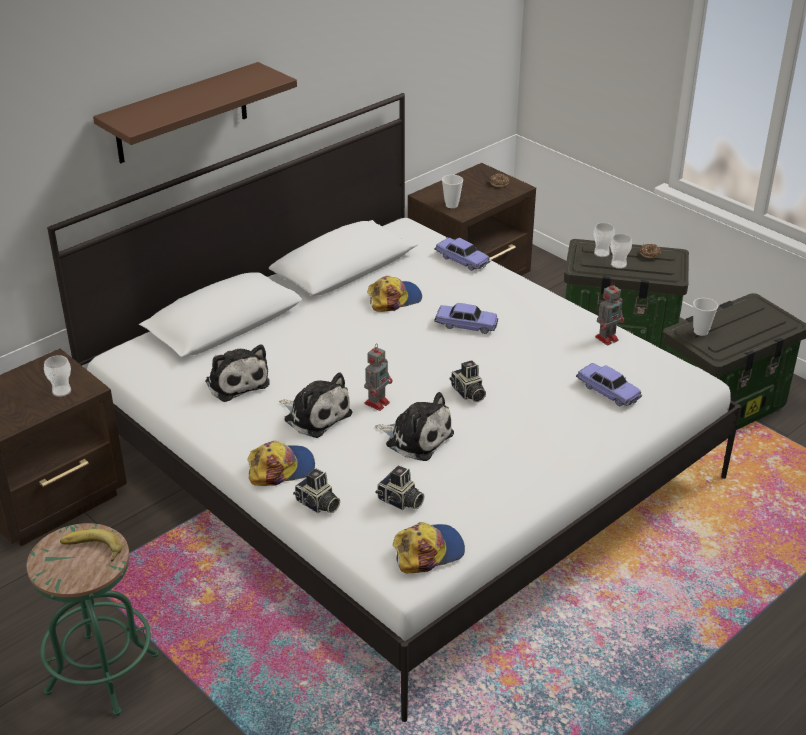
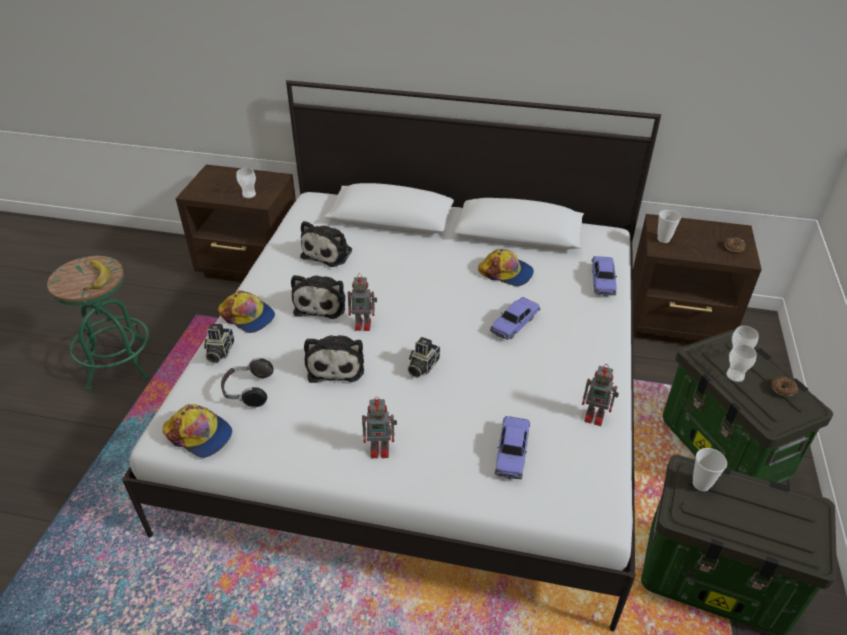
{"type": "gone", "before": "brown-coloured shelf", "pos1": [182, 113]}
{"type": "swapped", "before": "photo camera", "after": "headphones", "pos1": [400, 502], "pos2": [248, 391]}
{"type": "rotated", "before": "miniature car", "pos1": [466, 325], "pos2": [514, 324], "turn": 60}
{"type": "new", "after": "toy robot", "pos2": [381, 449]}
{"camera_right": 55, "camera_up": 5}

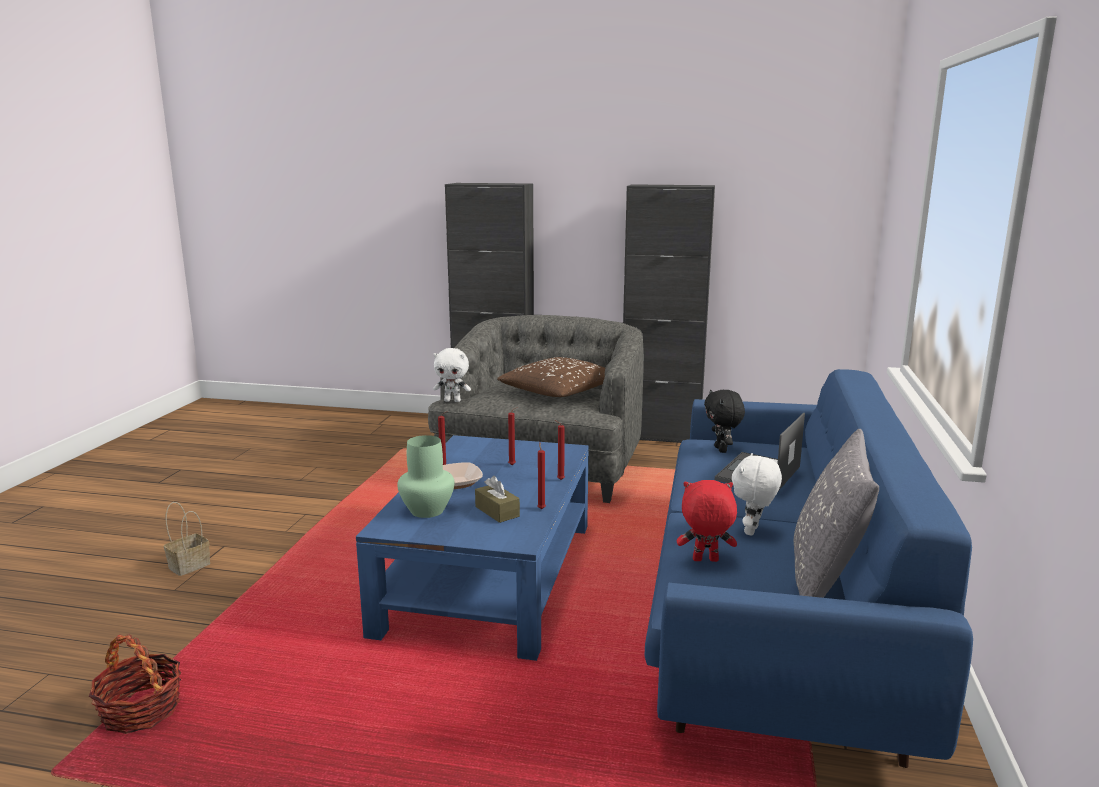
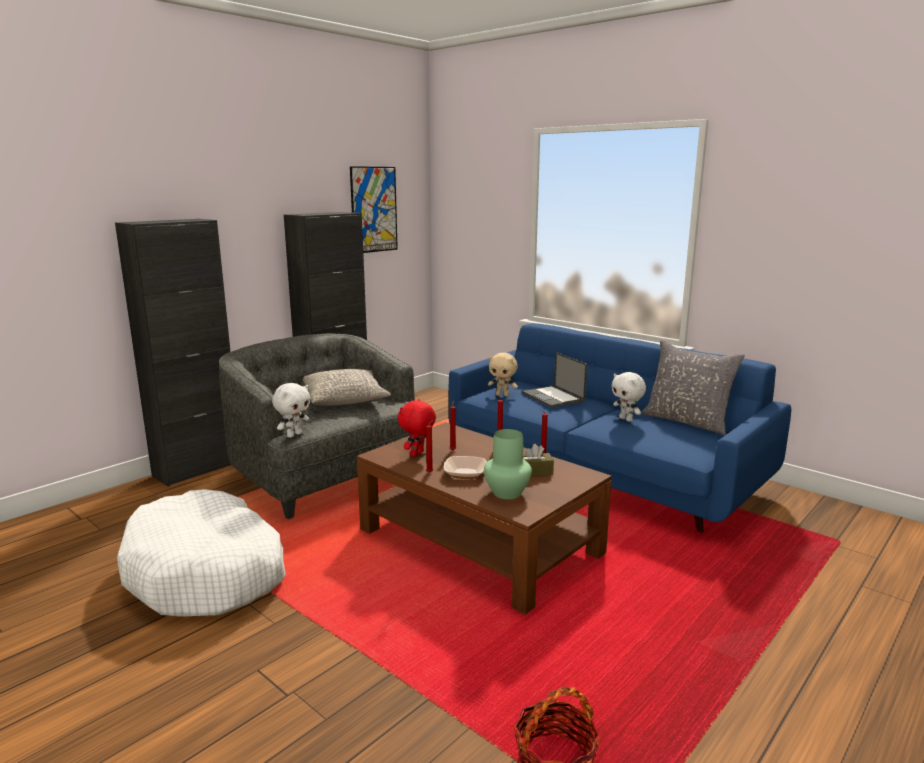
{"type": "gone", "before": "household basket", "pos1": [190, 565]}
{"type": "repainted", "before": "bluish lounge table", "after": "brown-coloured lounge table", "pos1": [489, 577], "pos2": [479, 542]}
{"type": "repainted", "before": "brown-coloured cushion", "after": "grey cushion", "pos1": [560, 392], "pos2": [345, 399]}
{"type": "shifted", "before": "red plush toy", "pos1": [705, 561], "pos2": [417, 454]}
{"type": "repainted", "before": "black-coloured plush toy", "after": "sand-coloured plush toy", "pos1": [722, 450], "pos2": [502, 395]}
{"type": "new", "after": "white-coloured dog cushion", "pos2": [207, 572]}
{"type": "new", "after": "wall picture", "pos2": [374, 209]}
{"camera_right": -60, "camera_up": 0}

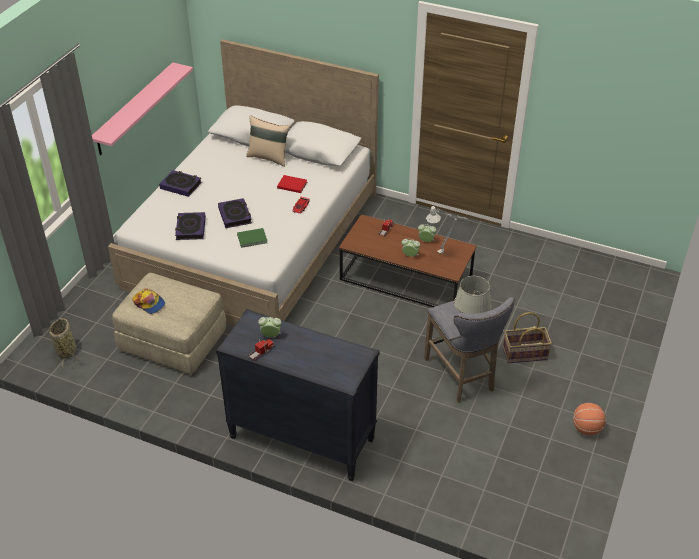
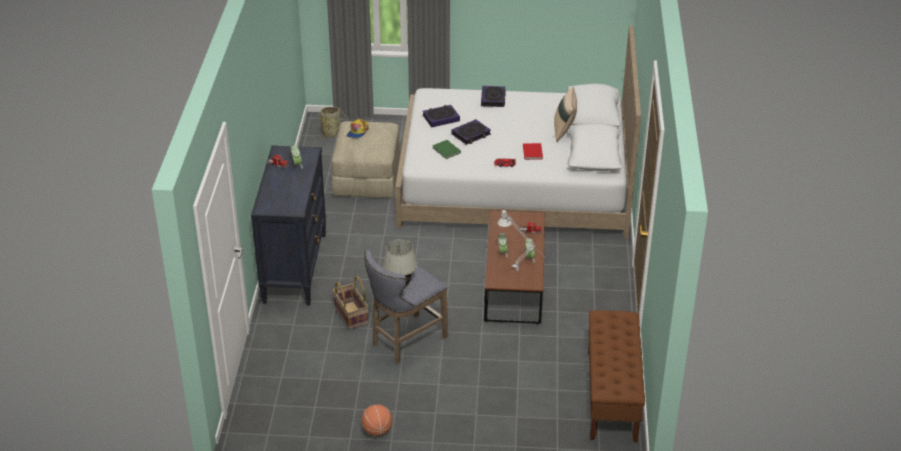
{"type": "gone", "before": "pink-coloured shelf", "pos1": [134, 109]}
{"type": "shifted", "before": "household basket", "pos1": [524, 354], "pos2": [350, 315]}
{"type": "new", "after": "brown-coloured bench", "pos2": [612, 395]}
{"camera_right": 70, "camera_up": -5}

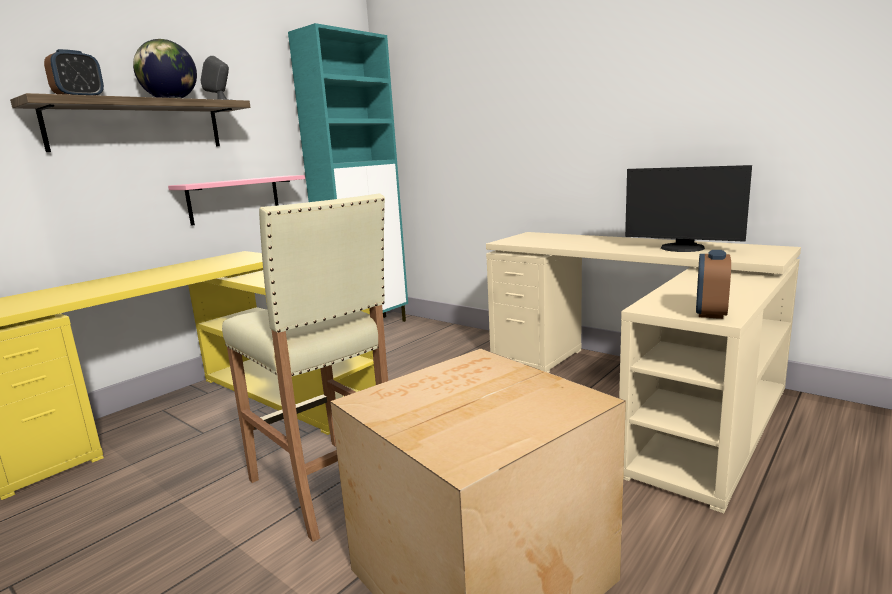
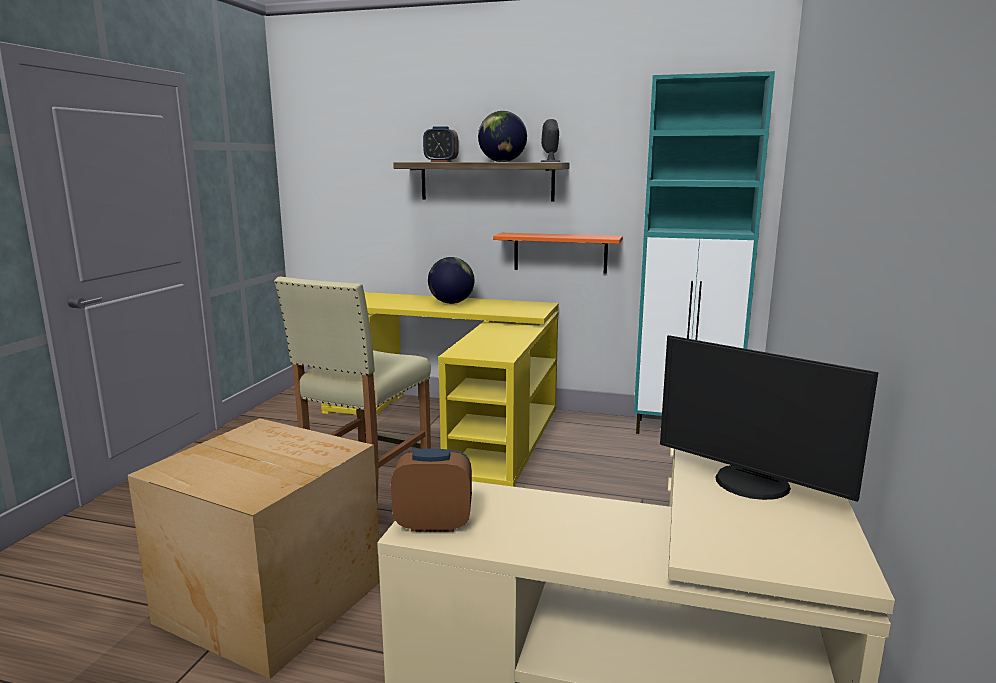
{"type": "repainted", "before": "pink-coloured shelf", "after": "orangey shelf", "pos1": [234, 199], "pos2": [560, 252]}
{"type": "rotated", "before": "computer screen", "pos1": [682, 248], "pos2": [750, 484], "turn": -60}
{"type": "new", "after": "world globe", "pos2": [451, 303]}
{"camera_right": 65, "camera_up": 0}

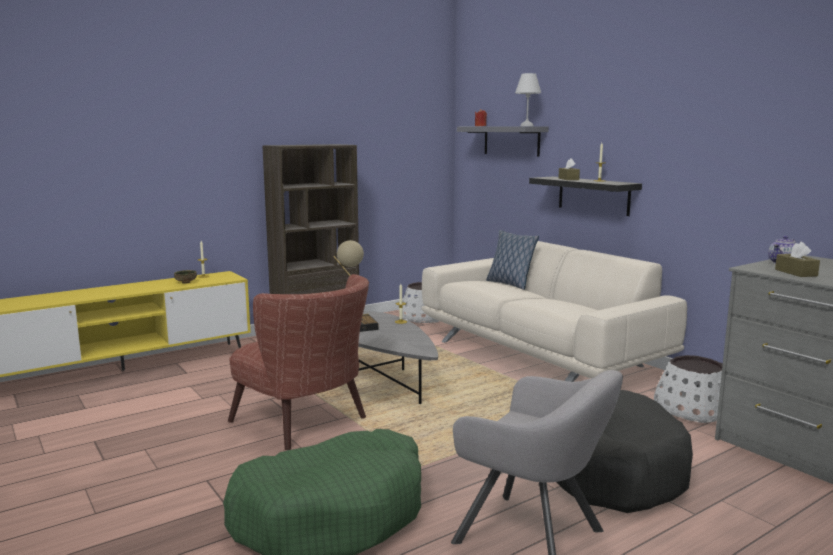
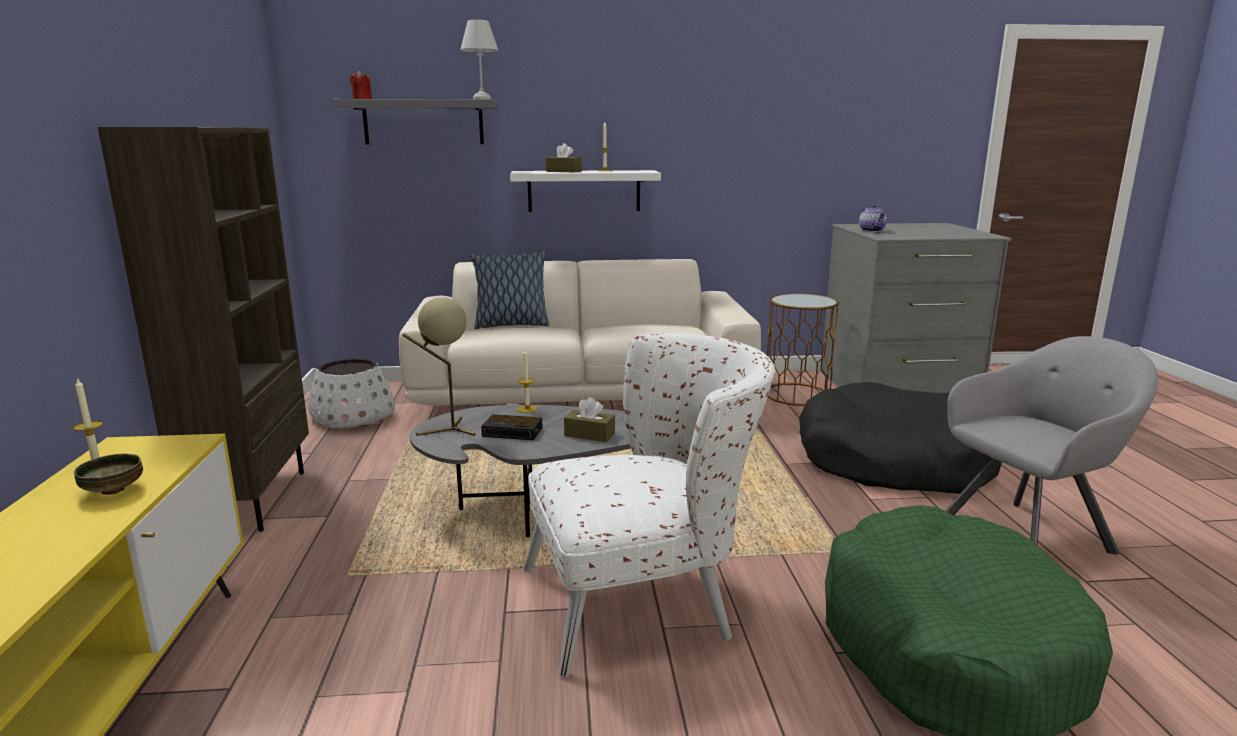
{"type": "repainted", "before": "brown-coloured armchair", "after": "white-coloured armchair", "pos1": [307, 424], "pos2": [646, 600]}
{"type": "repainted", "before": "black-coloured shelf", "after": "white-coloured shelf", "pos1": [593, 195], "pos2": [584, 191]}
{"type": "swapped", "before": "white-coloured planter", "after": "brown-coloured end table", "pos1": [692, 410], "pos2": [797, 394]}
{"type": "shifted", "before": "brown-coloured box of tissues", "pos1": [796, 272], "pos2": [589, 434]}
{"camera_right": -60, "camera_up": 5}

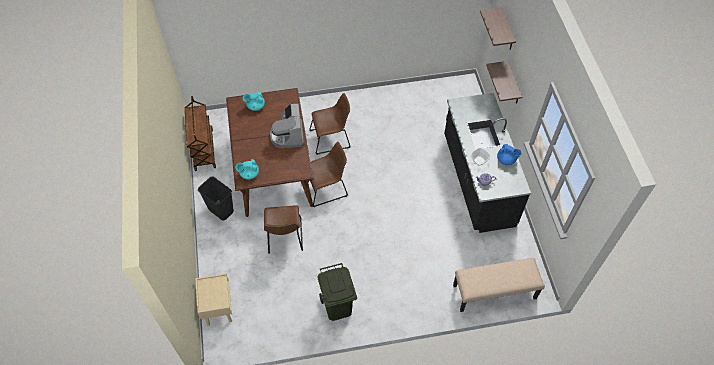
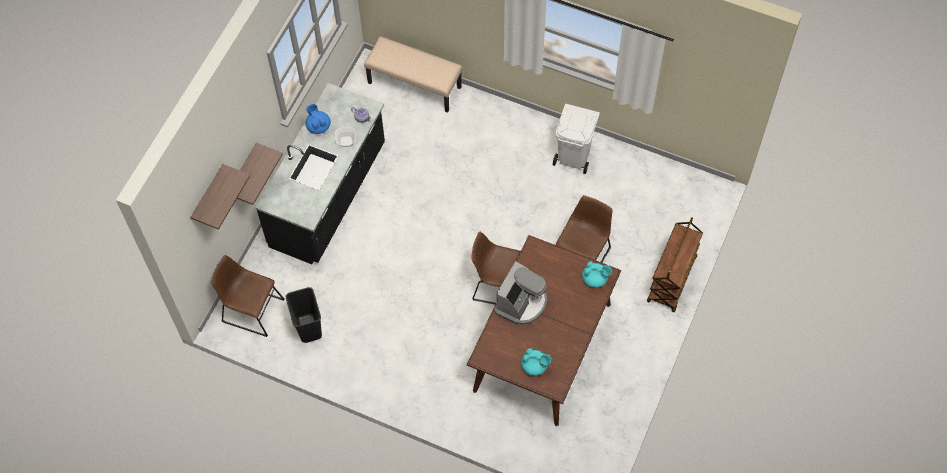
{"type": "shifted", "before": "brown-coloured trolley", "pos1": [203, 149], "pos2": [672, 280]}
{"type": "gone", "before": "sand-coloured bedside table", "pos1": [218, 307]}
{"type": "shifted", "before": "black-coloured trash can", "pos1": [220, 210], "pos2": [309, 328]}
{"type": "shifted", "before": "brown-coloured chair", "pos1": [331, 138], "pos2": [250, 309]}
{"type": "repainted", "before": "green trash can", "after": "white-coloured trash can", "pos1": [337, 307], "pos2": [574, 156]}
{"camera_right": -145, "camera_up": 5}

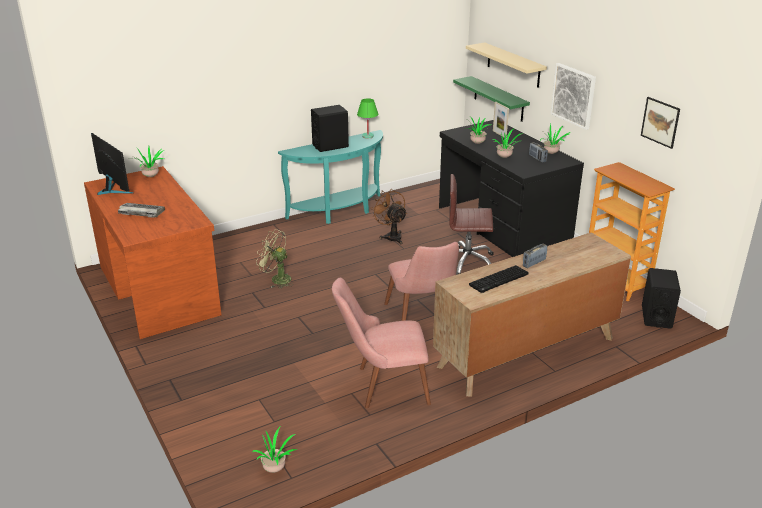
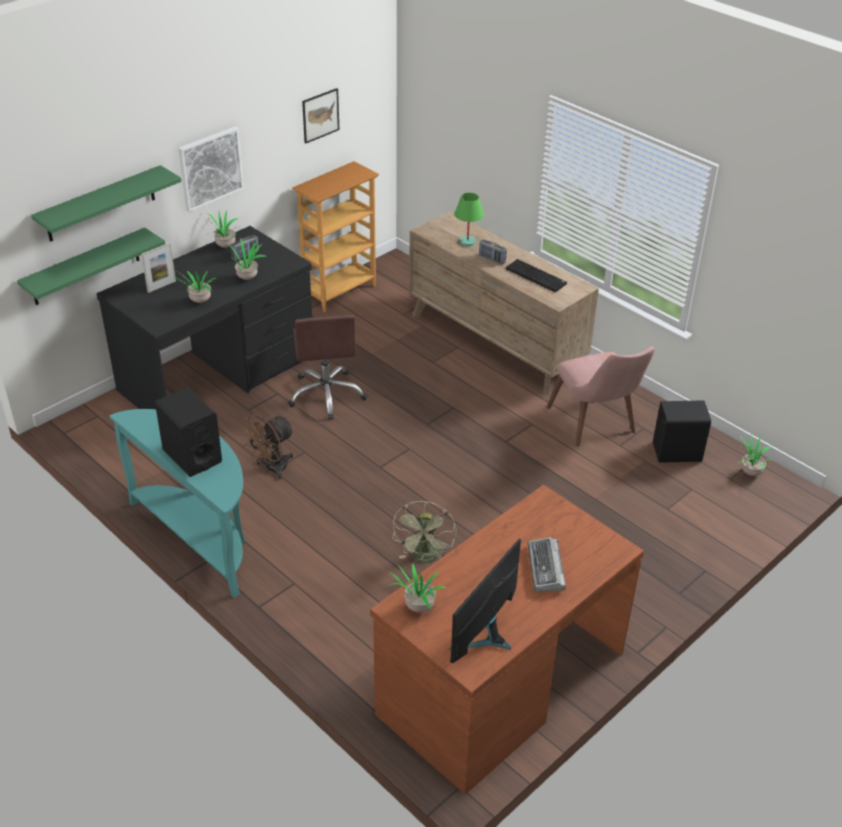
{"type": "shifted", "before": "green lamp for a table", "pos1": [367, 136], "pos2": [468, 242]}
{"type": "gone", "before": "pink-coloured chair", "pos1": [423, 319]}
{"type": "repainted", "before": "sand-coloured shelf", "after": "green shelf", "pos1": [513, 65], "pos2": [100, 204]}
{"type": "shifted", "before": "black-coloured speaker", "pos1": [656, 316], "pos2": [676, 452]}
{"camera_right": -105, "camera_up": 10}

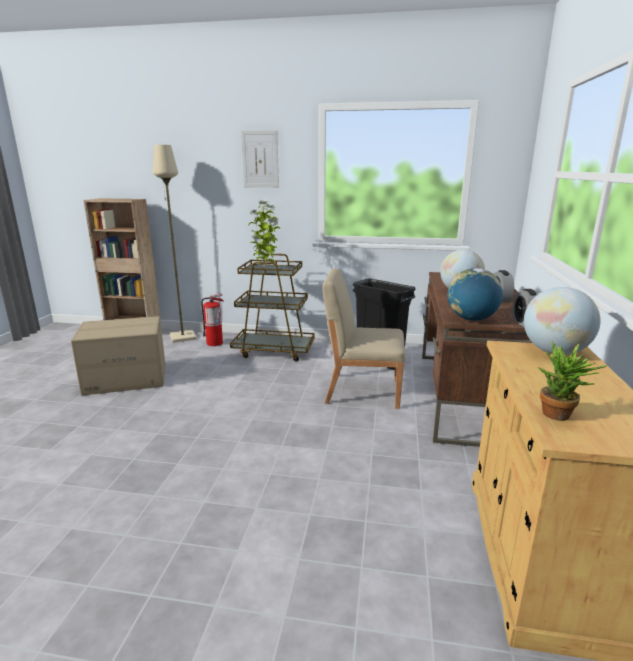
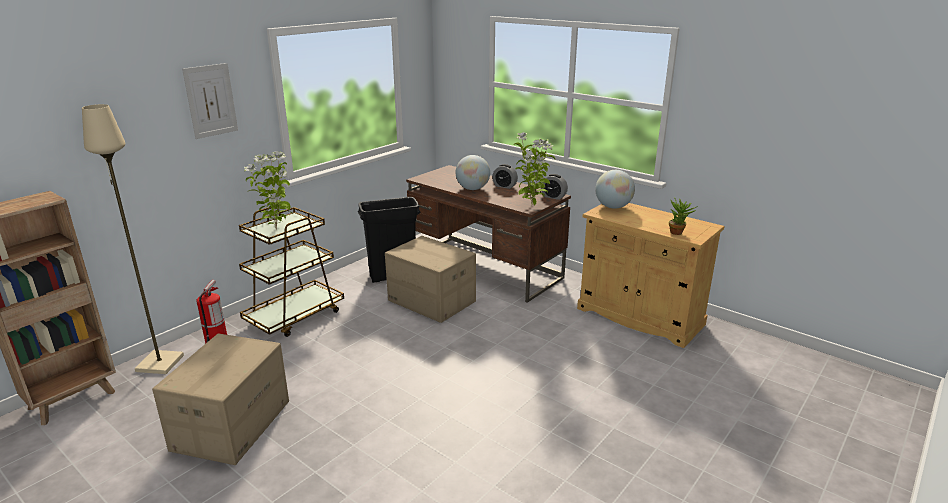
{"type": "swapped", "before": "sand-coloured chair", "after": "carton", "pos1": [362, 390], "pos2": [431, 301]}
{"type": "swapped", "before": "world globe", "after": "houseplant", "pos1": [471, 319], "pos2": [532, 206]}
{"camera_right": -60, "camera_up": 5}

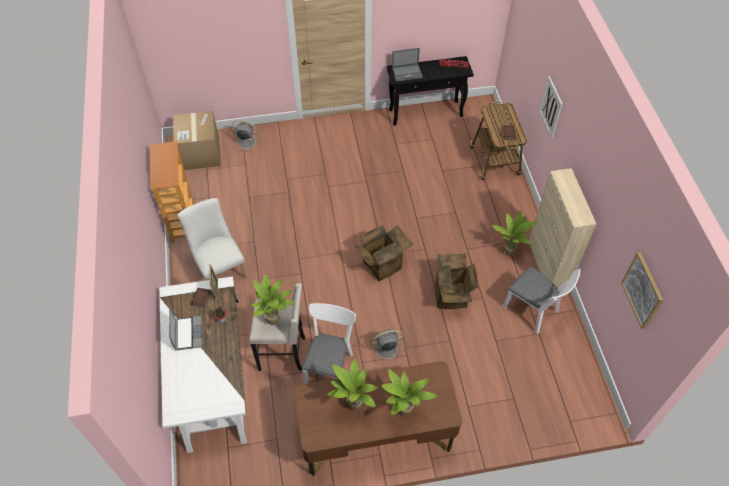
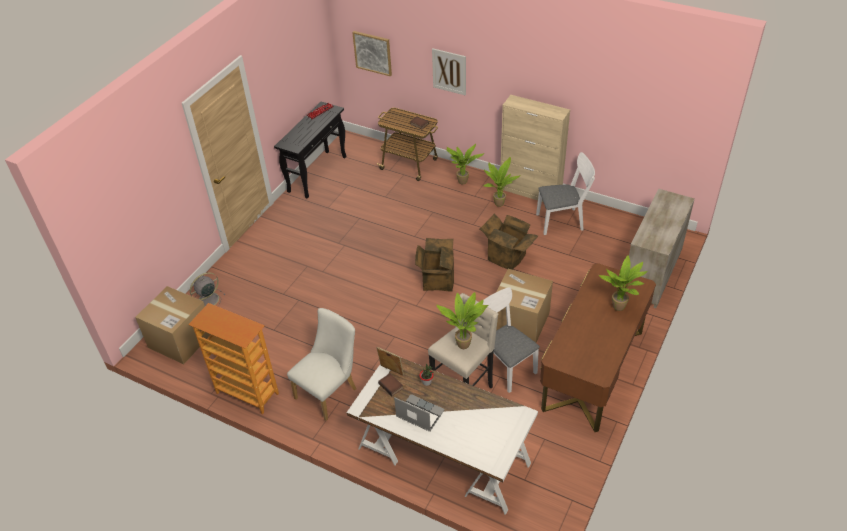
{"type": "rotated", "before": "white-coloured chair", "pos1": [219, 268], "pos2": [329, 391], "turn": 120}
{"type": "shifted", "before": "houseplant", "pos1": [353, 406], "pos2": [462, 183]}
{"type": "swapped", "before": "grey cooling fan", "after": "carton", "pos1": [385, 349], "pos2": [520, 322]}
{"type": "gone", "before": "laptop", "pos1": [407, 72]}
{"type": "shifted", "before": "wall picture", "pos1": [643, 290], "pos2": [372, 53]}
{"type": "new", "after": "sand-coloured drawer chest", "pos2": [652, 274]}
{"camera_right": -50, "camera_up": -10}

